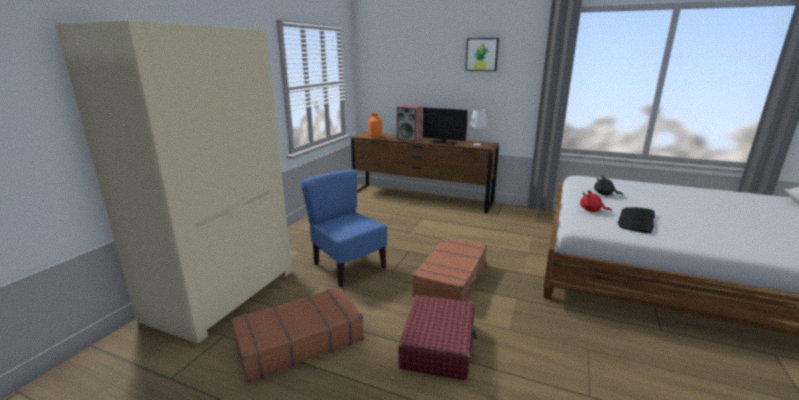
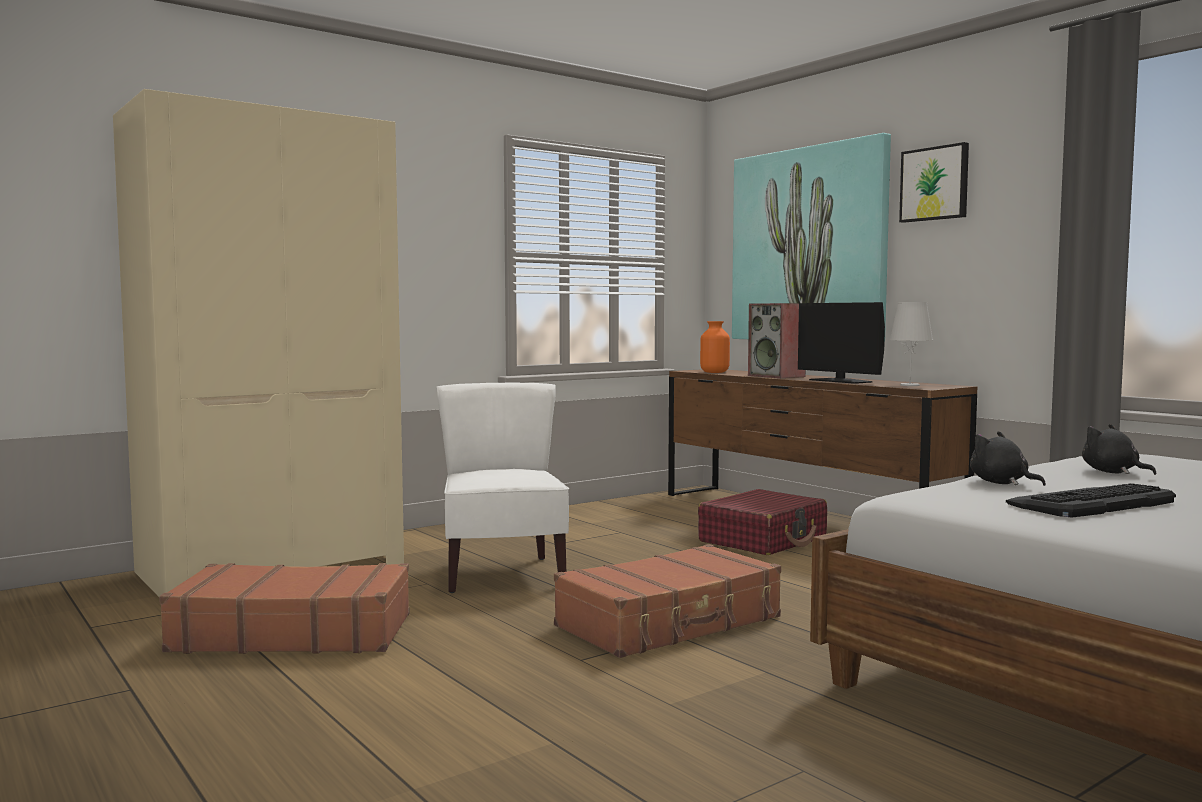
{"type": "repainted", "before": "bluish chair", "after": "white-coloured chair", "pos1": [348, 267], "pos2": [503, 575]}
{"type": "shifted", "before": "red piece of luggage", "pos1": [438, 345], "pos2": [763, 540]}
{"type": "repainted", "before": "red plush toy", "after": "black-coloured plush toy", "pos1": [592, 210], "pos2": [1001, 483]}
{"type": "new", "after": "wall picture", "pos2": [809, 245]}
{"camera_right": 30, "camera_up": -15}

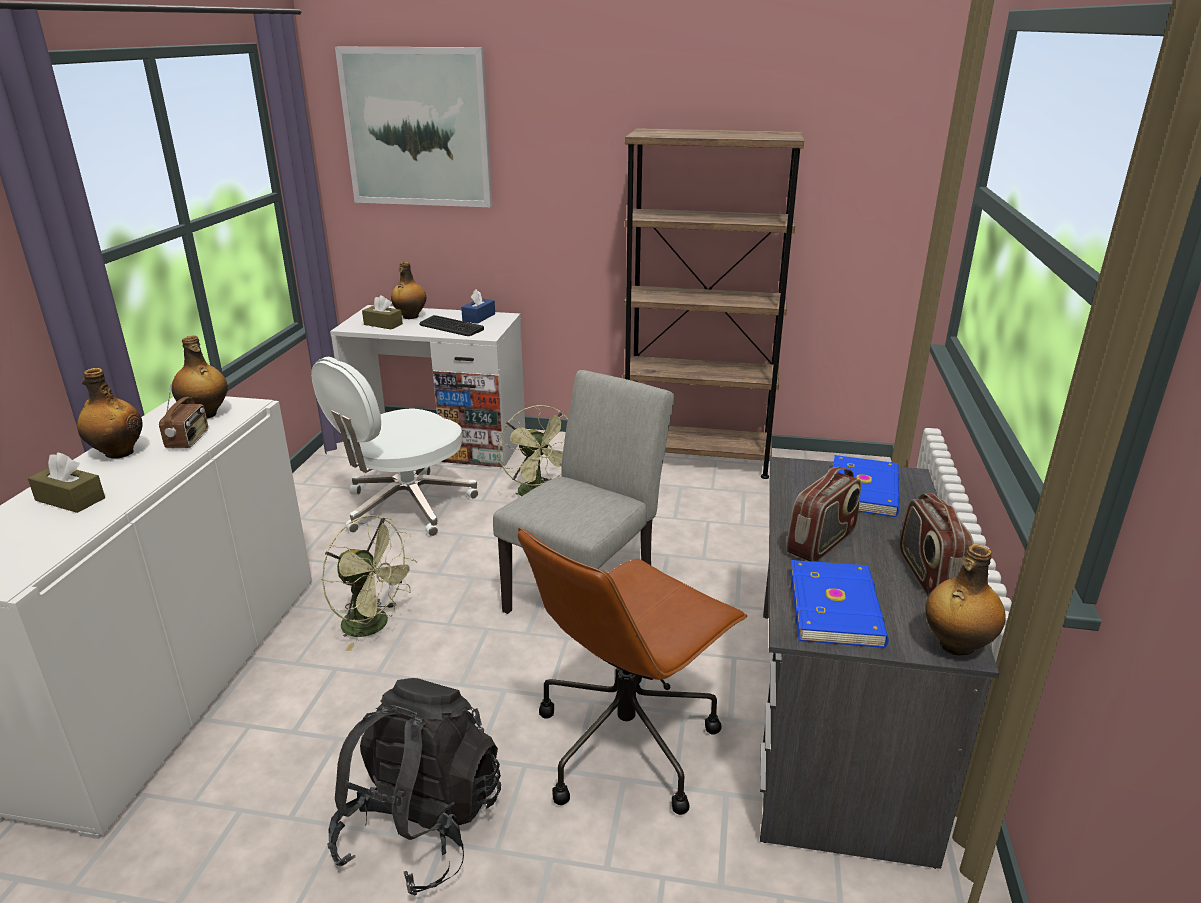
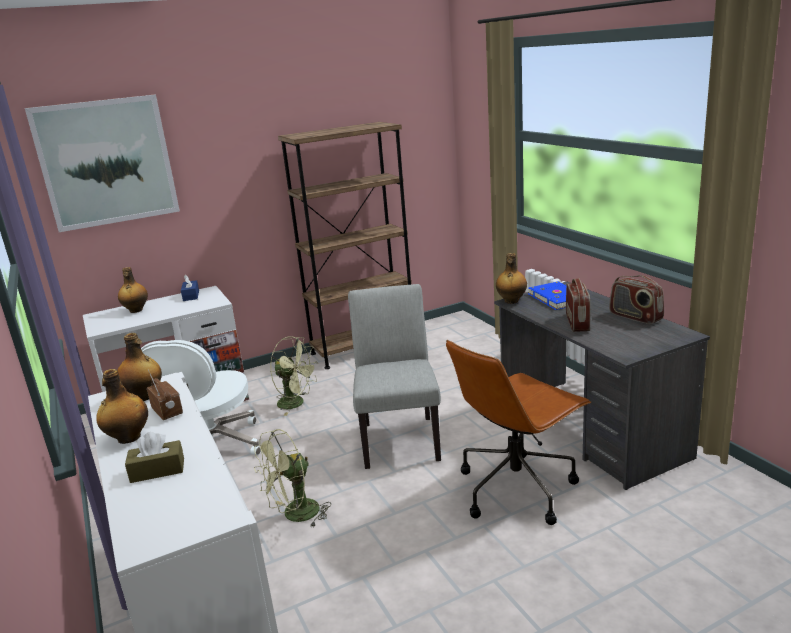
{"type": "rotated", "before": "green cooling fan", "pos1": [374, 625], "pos2": [295, 515], "turn": 150}
{"type": "gone", "before": "black-coloured knapsack", "pos1": [421, 827]}
{"type": "gone", "before": "brown-coloured box of tissues", "pos1": [383, 324]}
{"type": "gone", "before": "computer keyboard", "pos1": [451, 327]}
{"type": "rotated", "before": "brown-coloured office chair", "pos1": [627, 742], "pos2": [517, 488], "turn": 45}
{"type": "gone", "before": "bluish bound book", "pos1": [837, 607]}
{"type": "shifted", "before": "beverage bottle", "pos1": [955, 645], "pos2": [511, 301]}
{"camera_right": -35, "camera_up": -5}

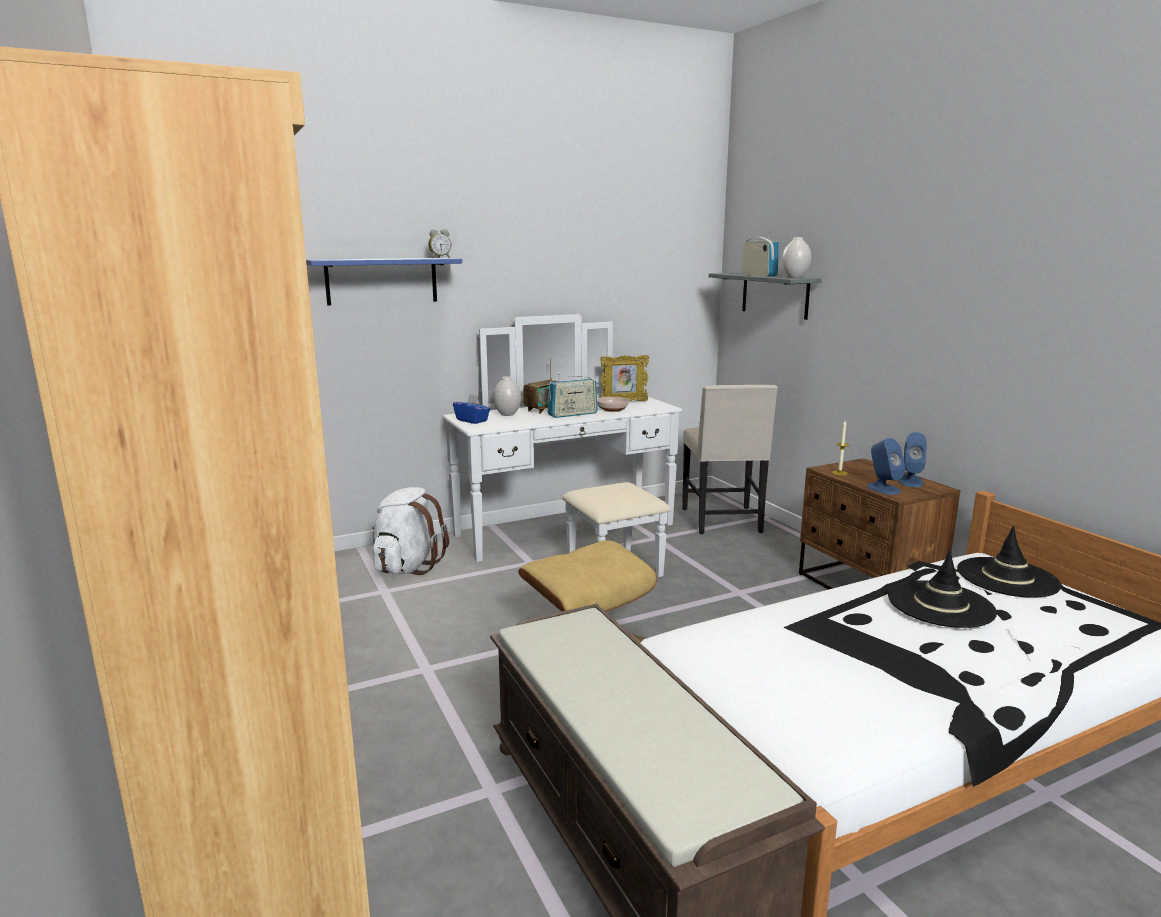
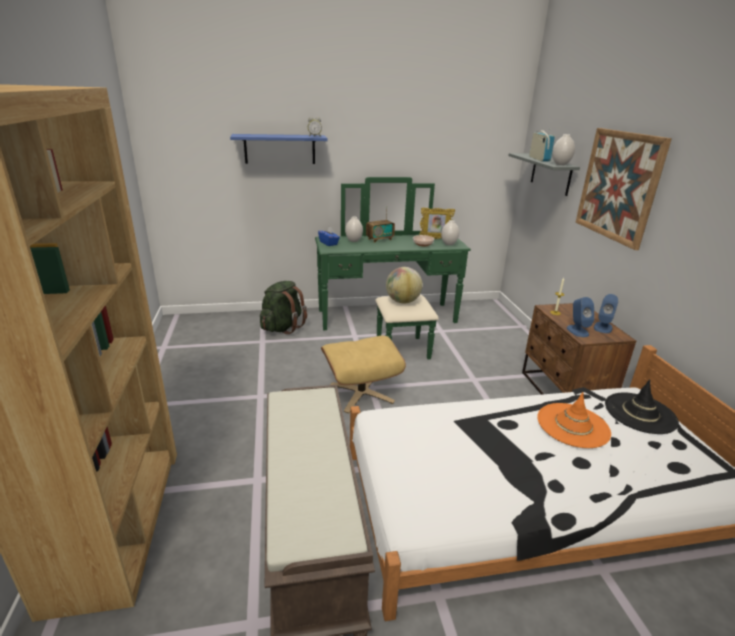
{"type": "repainted", "before": "white-coloured knapsack", "after": "green knapsack", "pos1": [407, 567], "pos2": [283, 327]}
{"type": "repainted", "before": "white-coloured drawer chest", "after": "green drawer chest", "pos1": [576, 538], "pos2": [391, 323]}
{"type": "gone", "before": "radio set", "pos1": [572, 414]}
{"type": "gone", "before": "sand-coloured chair", "pos1": [723, 521]}
{"type": "repainted", "before": "black-coloured clothing hat", "after": "orangey clothing hat", "pos1": [940, 604], "pos2": [573, 425]}
{"type": "new", "after": "world globe", "pos2": [402, 301]}
{"type": "new", "after": "white-coloured decorative vase", "pos2": [448, 244]}
{"type": "new", "after": "wall picture", "pos2": [618, 186]}
{"camera_right": 15, "camera_up": 10}

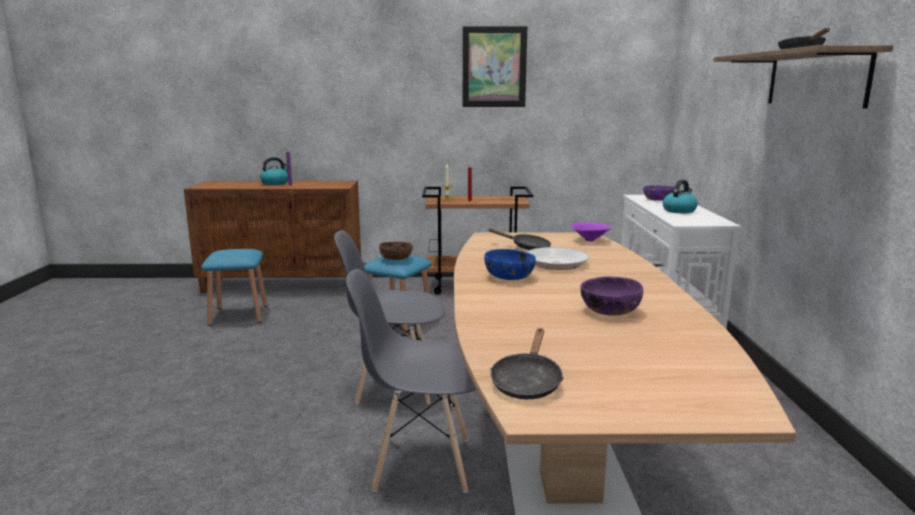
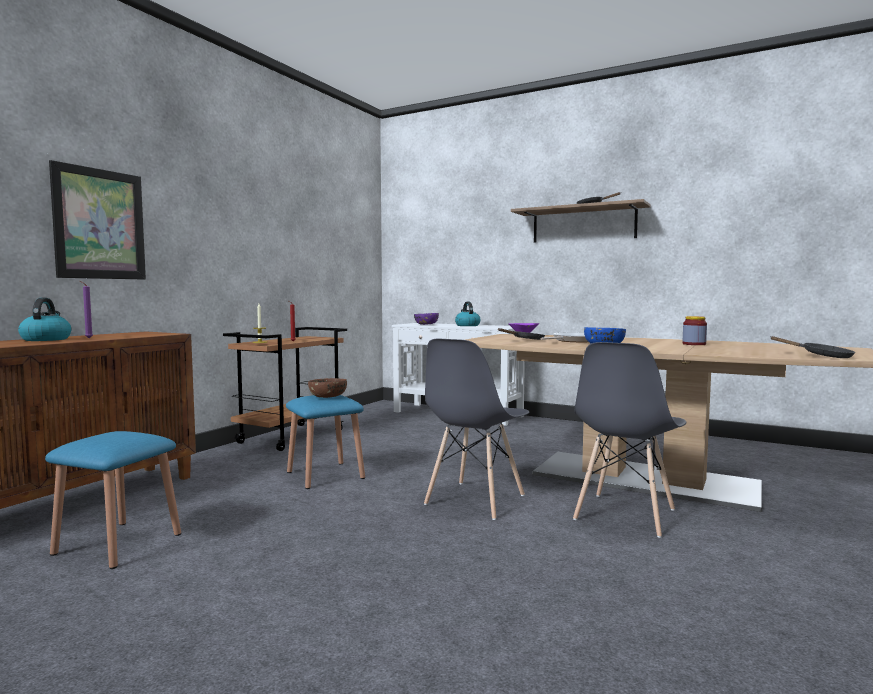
{"type": "shifted", "before": "wall picture", "pos1": [494, 67], "pos2": [100, 224]}
{"type": "swapped", "before": "purplish deep dish", "after": "preserve jar", "pos1": [609, 310], "pos2": [694, 344]}
{"camera_right": -60, "camera_up": -10}

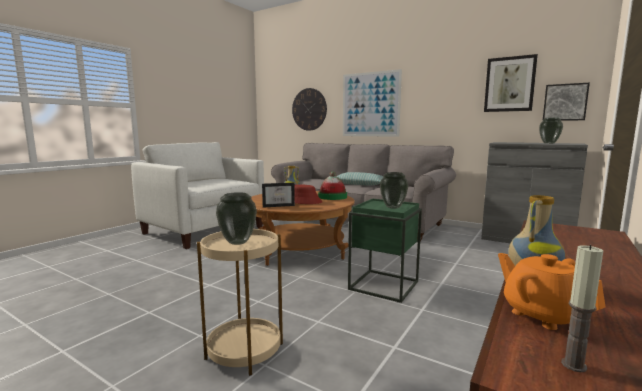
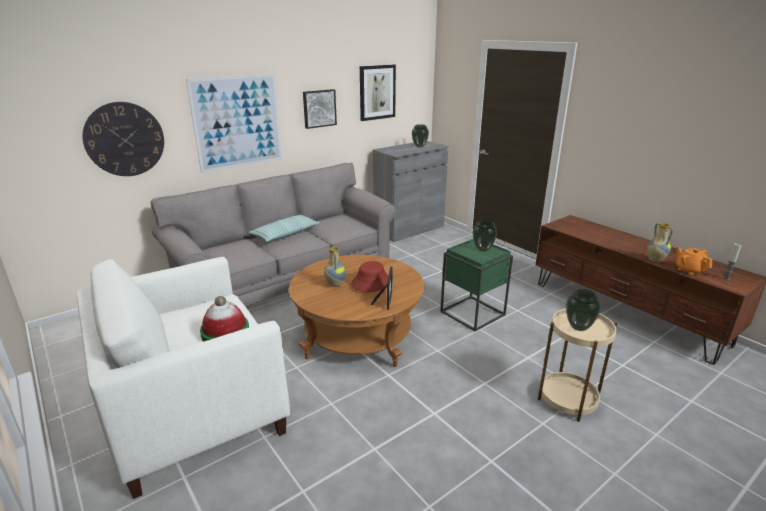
{"type": "shifted", "before": "clothing hat", "pos1": [332, 197], "pos2": [225, 332]}
{"type": "rotated", "before": "orangey tea pot", "pos1": [541, 314], "pos2": [689, 270], "turn": 75}
{"type": "shifted", "before": "wall picture", "pos1": [565, 102], "pos2": [319, 108]}
{"camera_right": -70, "camera_up": 15}

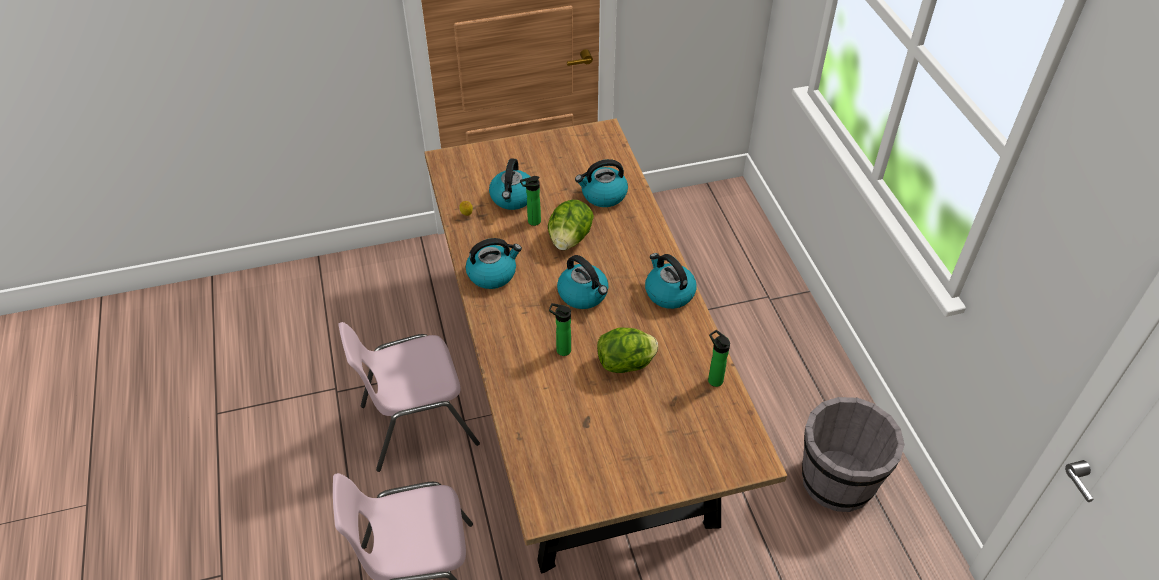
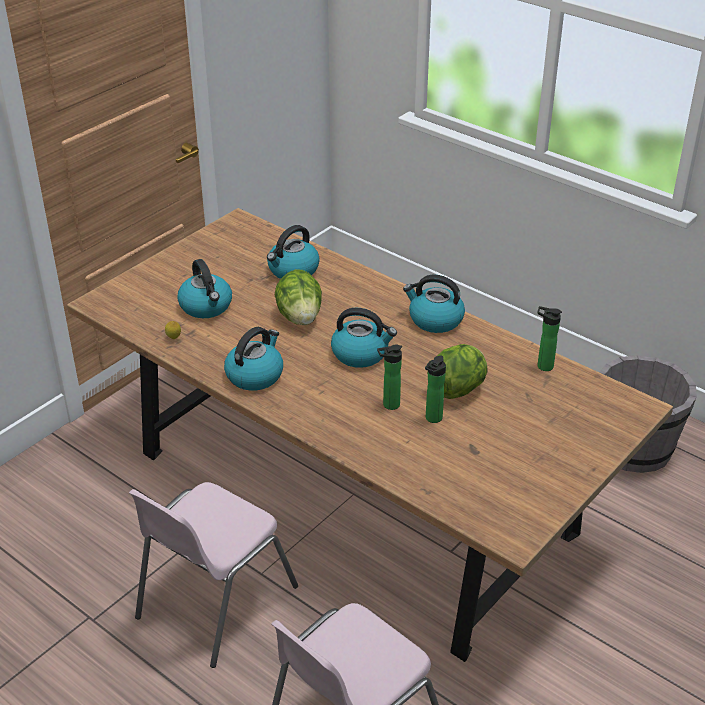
{"type": "shifted", "before": "beverage bottle", "pos1": [532, 222], "pos2": [432, 419]}
{"camera_right": -35, "camera_up": -10}

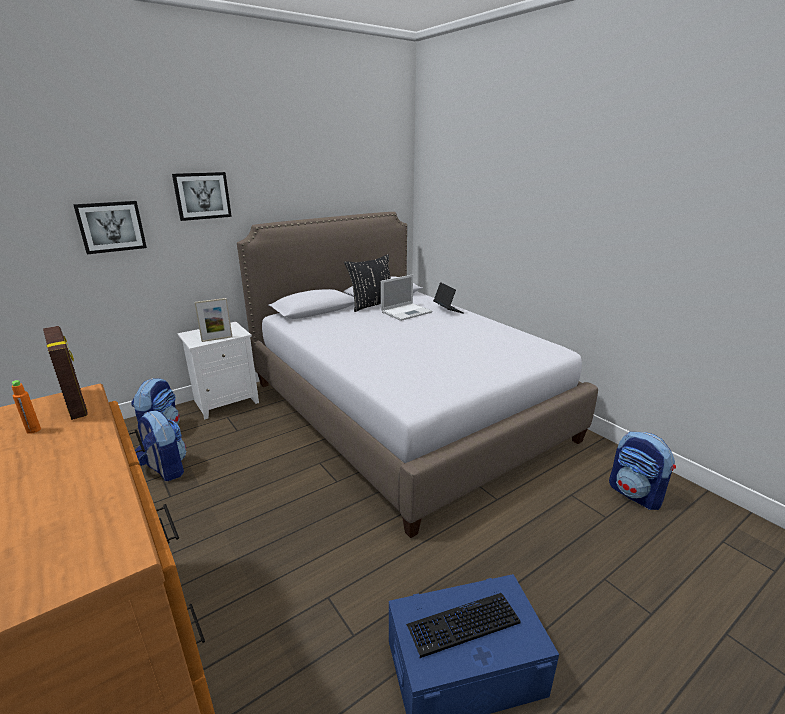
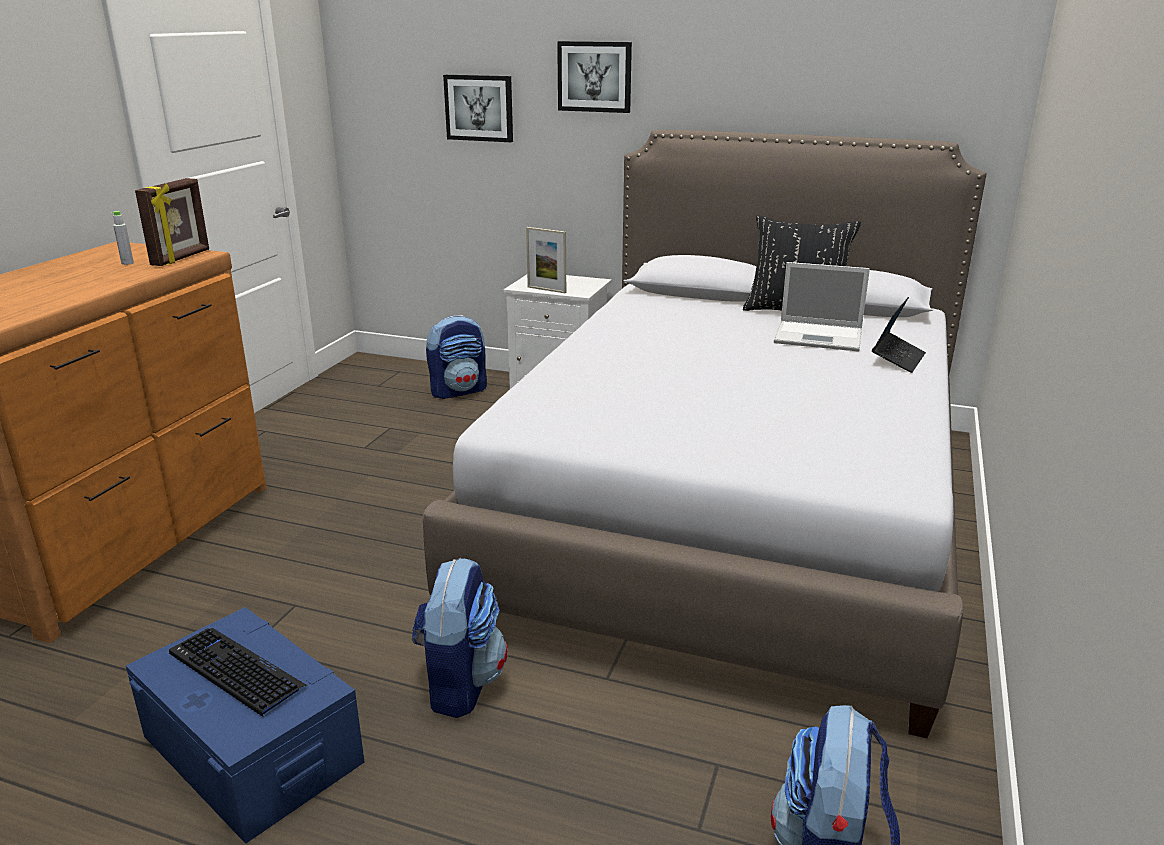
{"type": "repainted", "before": "orangey beverage bottle", "after": "grey beverage bottle", "pos1": [33, 430], "pos2": [127, 263]}
{"type": "shifted", "before": "knapsack", "pos1": [165, 469], "pos2": [460, 684]}
{"camera_right": 55, "camera_up": 0}

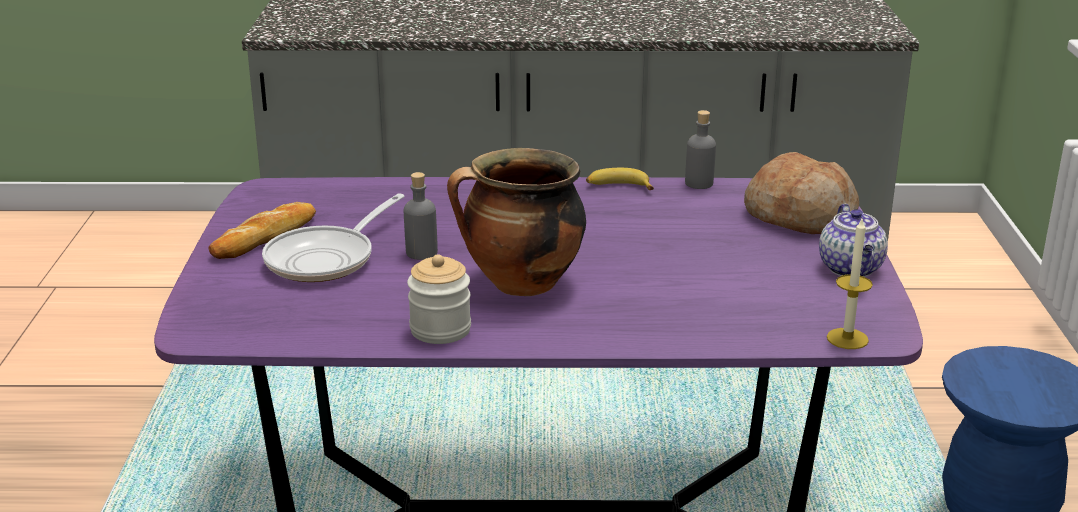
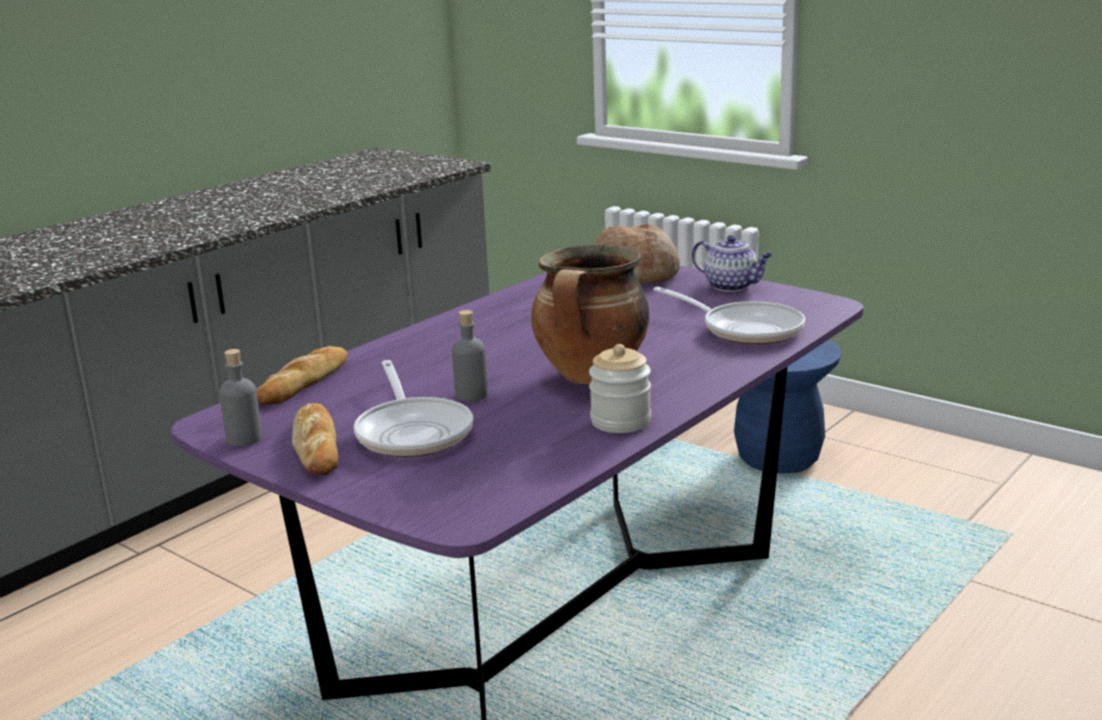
{"type": "gone", "before": "banana", "pos1": [618, 187]}
{"type": "shifted", "before": "grey beverage bottle", "pos1": [699, 183], "pos2": [244, 439]}
{"type": "gone", "before": "wax candle", "pos1": [847, 338]}
{"type": "new", "after": "bakery bread", "pos2": [304, 382]}
{"type": "new", "after": "skillet", "pos2": [745, 329]}
{"camera_right": -50, "camera_up": -5}

